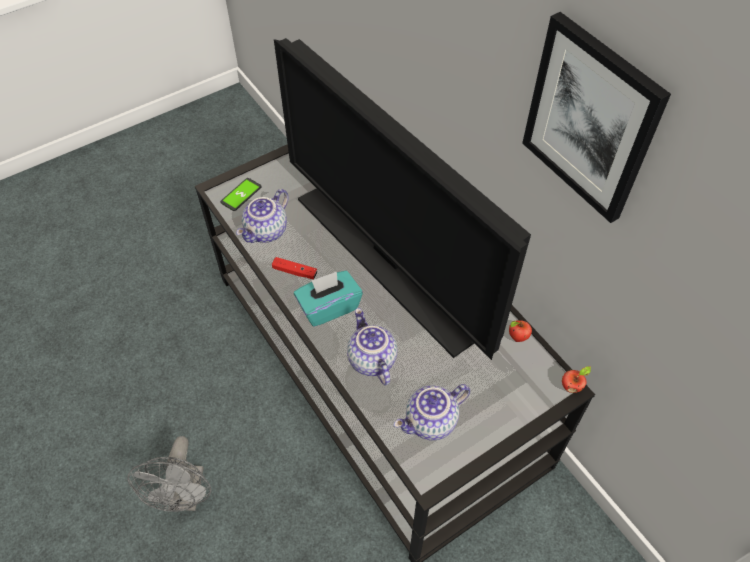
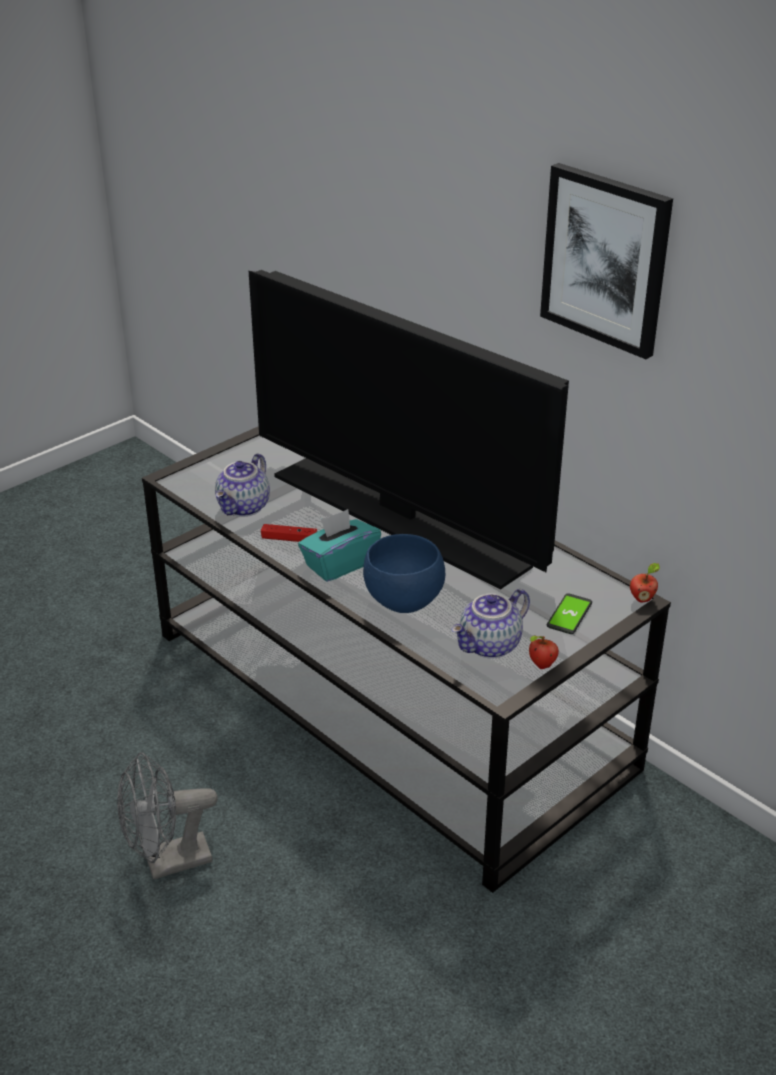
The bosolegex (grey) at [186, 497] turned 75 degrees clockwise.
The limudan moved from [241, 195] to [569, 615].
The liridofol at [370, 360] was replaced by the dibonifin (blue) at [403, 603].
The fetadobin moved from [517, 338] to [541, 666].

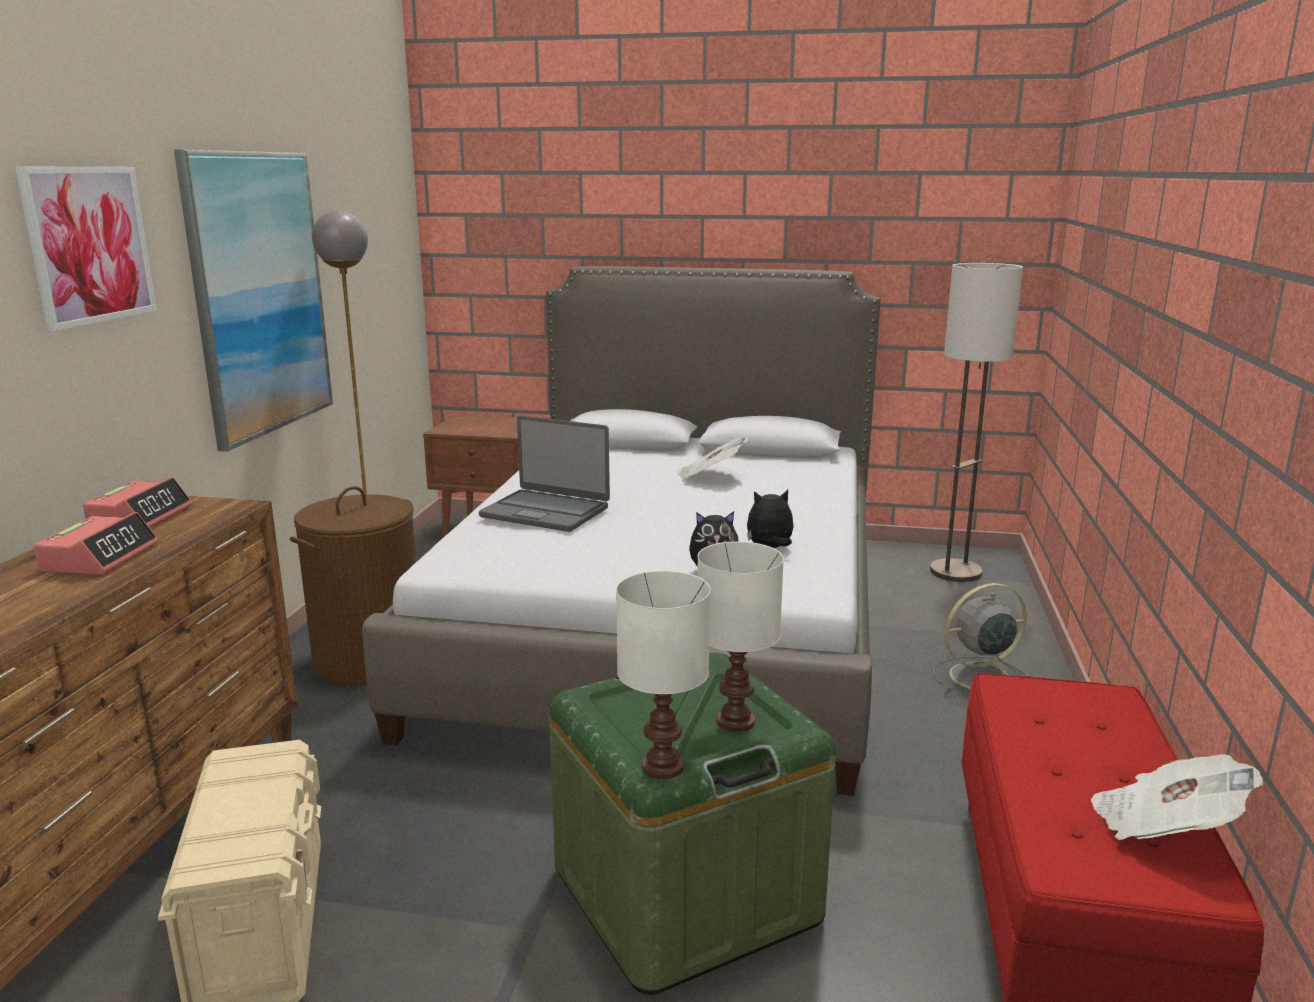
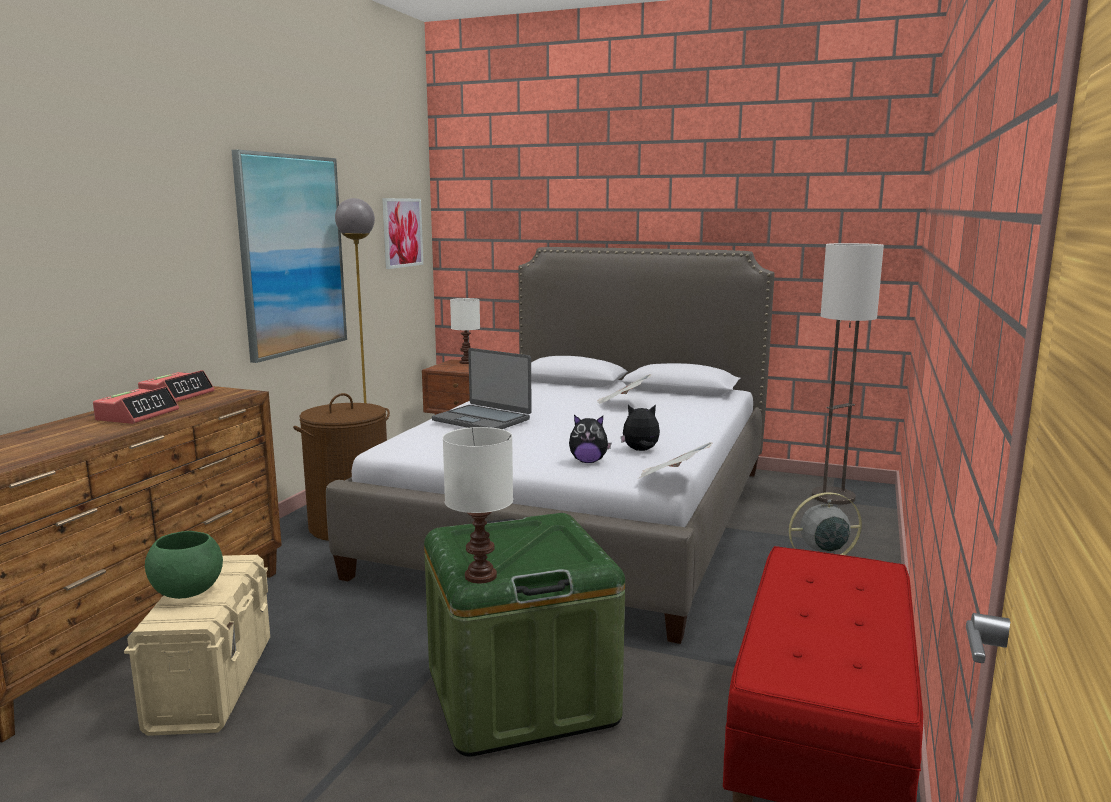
The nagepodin moved from [89, 245] to [402, 232].
The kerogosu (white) moved from [734, 721] to [465, 362].
The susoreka moved from [1164, 827] to [672, 480].
The dibonifin (green) at [187, 592] appeared.

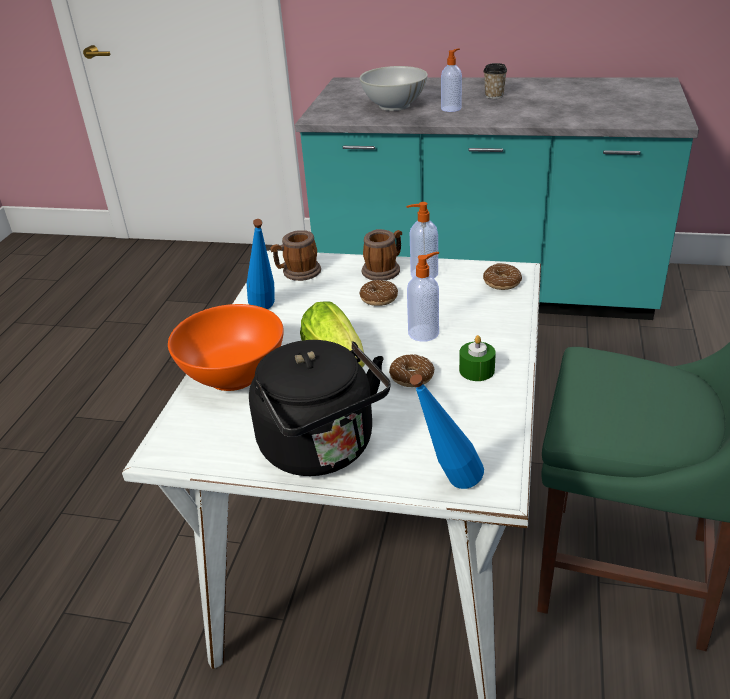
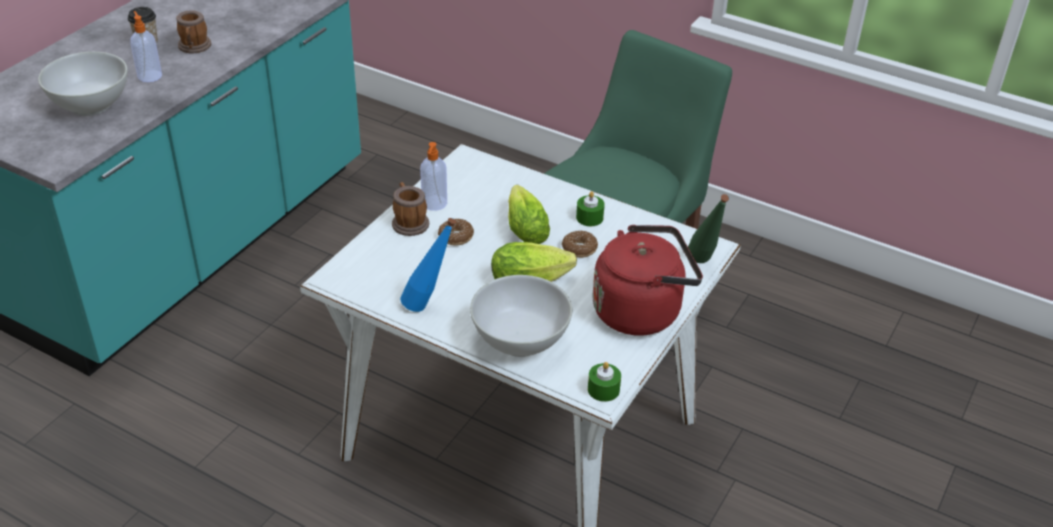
The dibonifin (orange) at [233, 376] became the dibonifin (white) at [521, 341].
The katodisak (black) at [322, 450] became the katodisak (red) at [641, 311].
The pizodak moved from [297, 273] to [194, 47].
The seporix at [424, 332] was replaced by the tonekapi at [525, 227].
The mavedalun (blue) at [447, 486] became the mavedalun (green) at [703, 265].
The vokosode at [502, 282] disappeared.
The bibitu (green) at [603, 389] appeared.

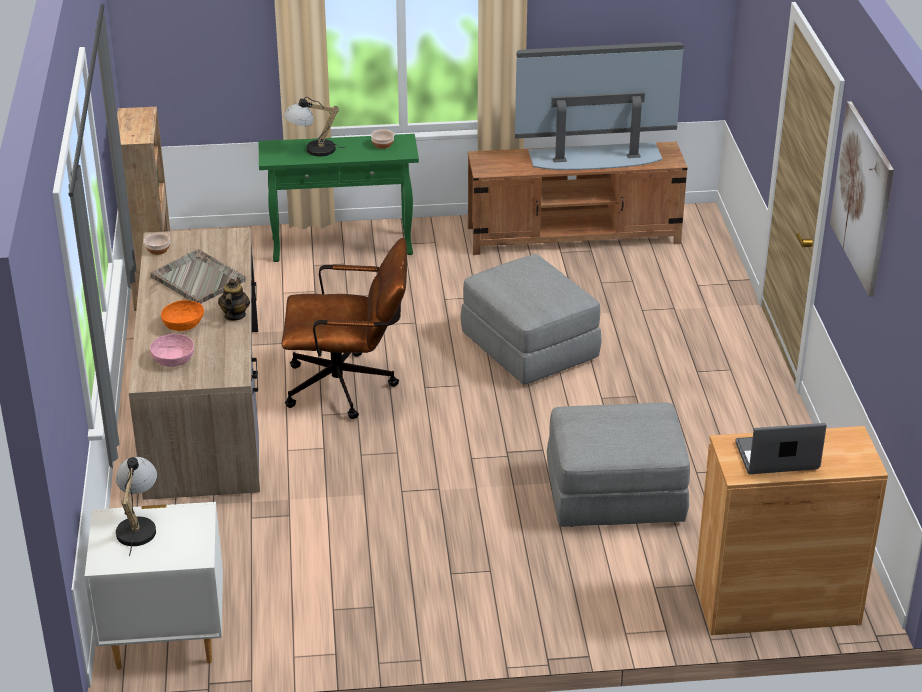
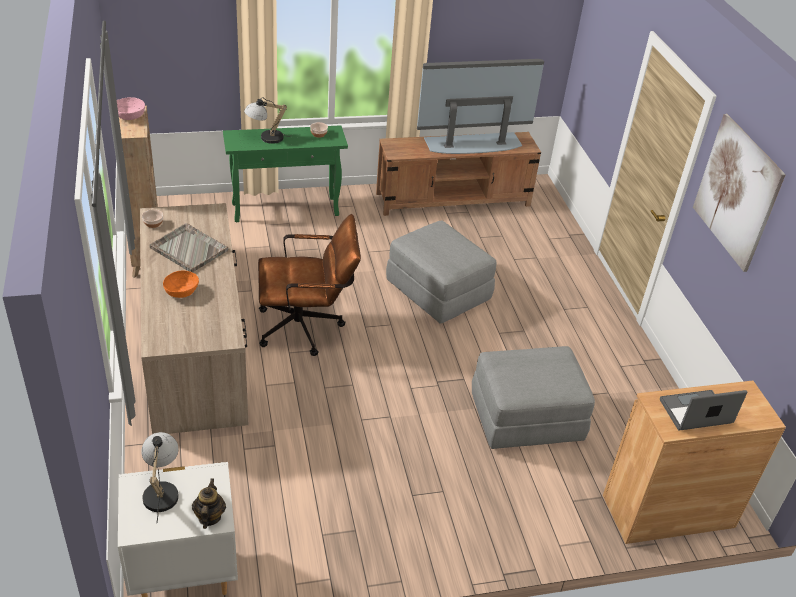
The dibonifin (pink) moved from [173, 360] to [129, 116].
The liridofol moved from [234, 315] to [209, 517].

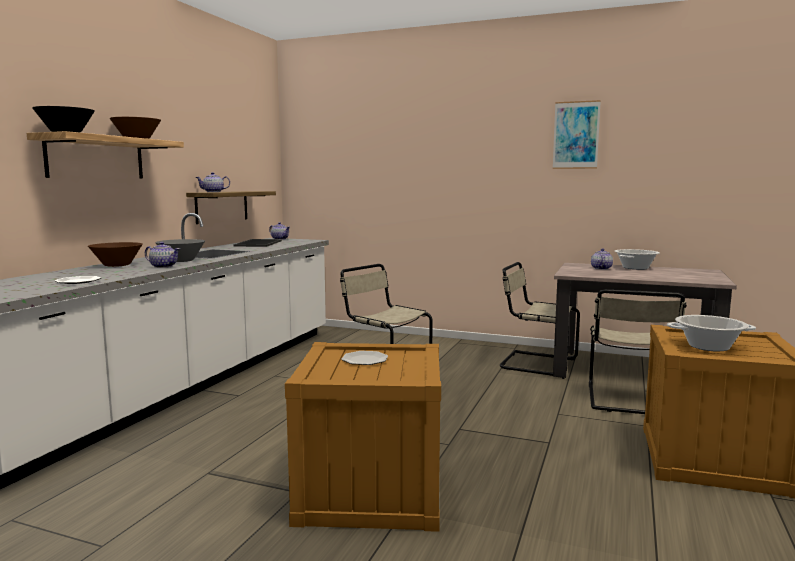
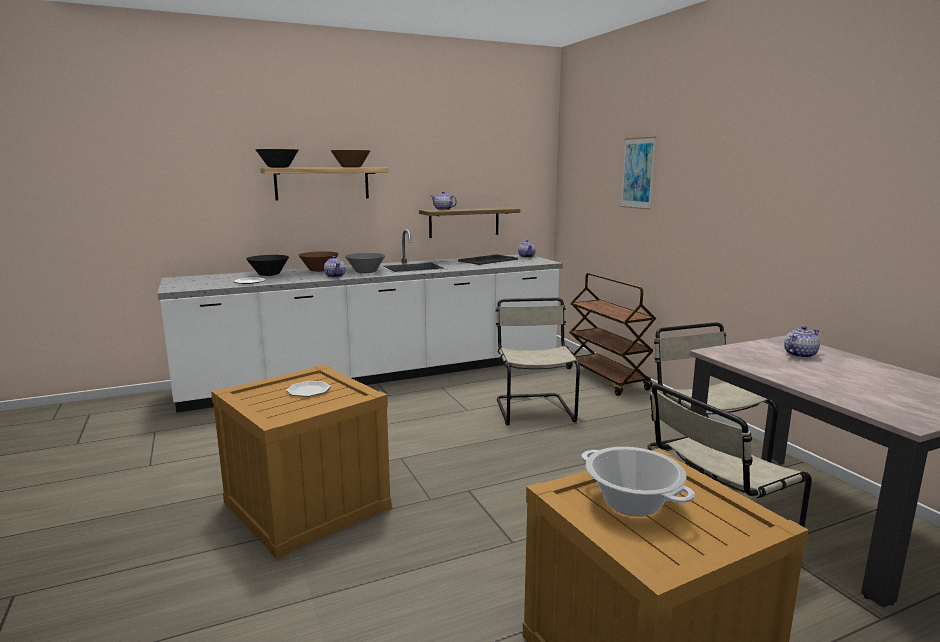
The nagepodin moved from [576, 135] to [638, 173].
The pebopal at [635, 268] disappeared.
The dibonifin (black) at [269, 274] appeared.
The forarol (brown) at [607, 379] appeared.

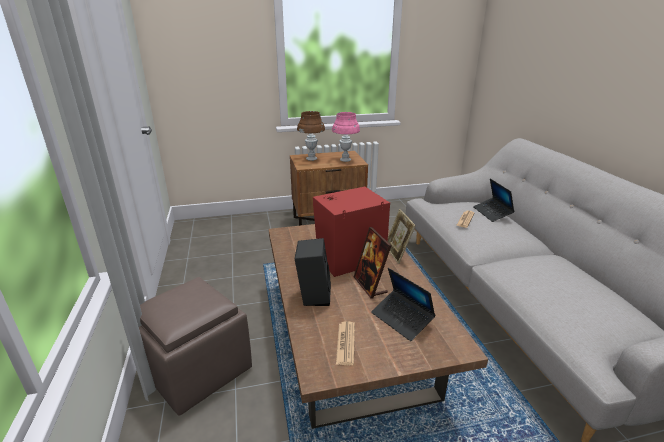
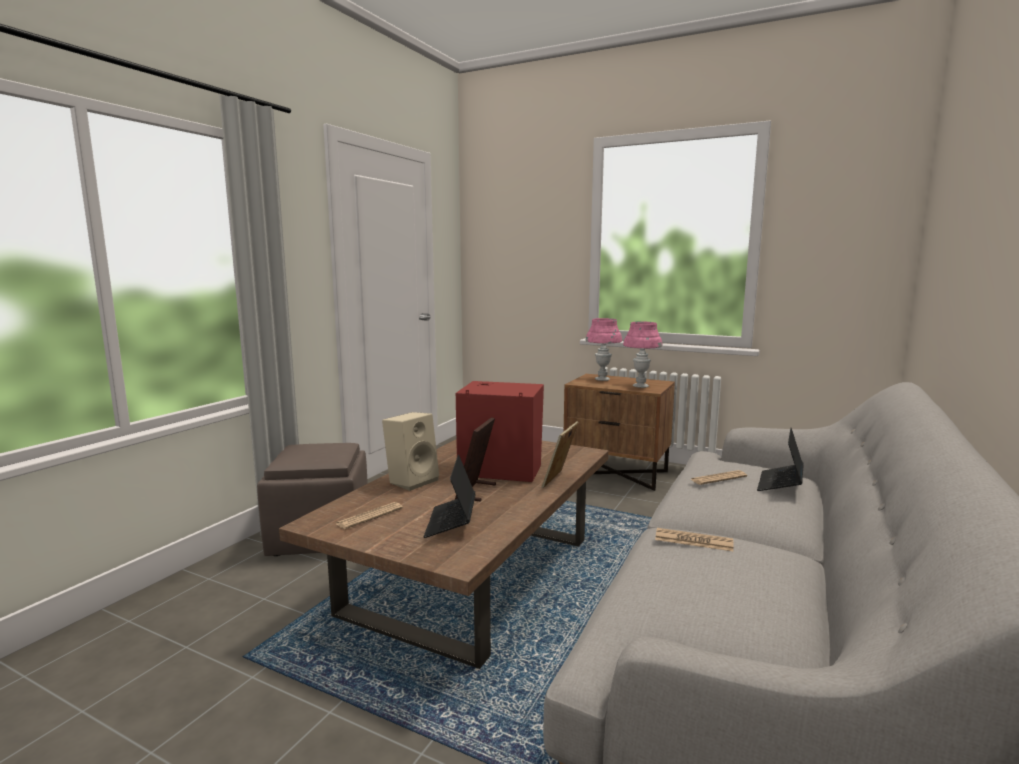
The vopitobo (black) at [313, 295] became the vopitobo (beige) at [412, 480].
The kerogosu (brown) at [311, 159] became the kerogosu (pink) at [602, 379].
The susoreka at [693, 541] appeared.

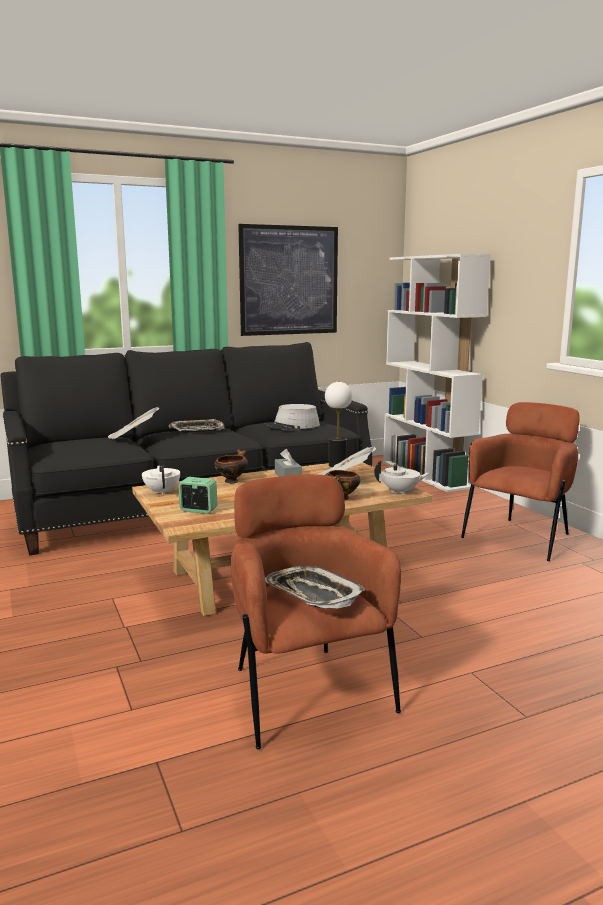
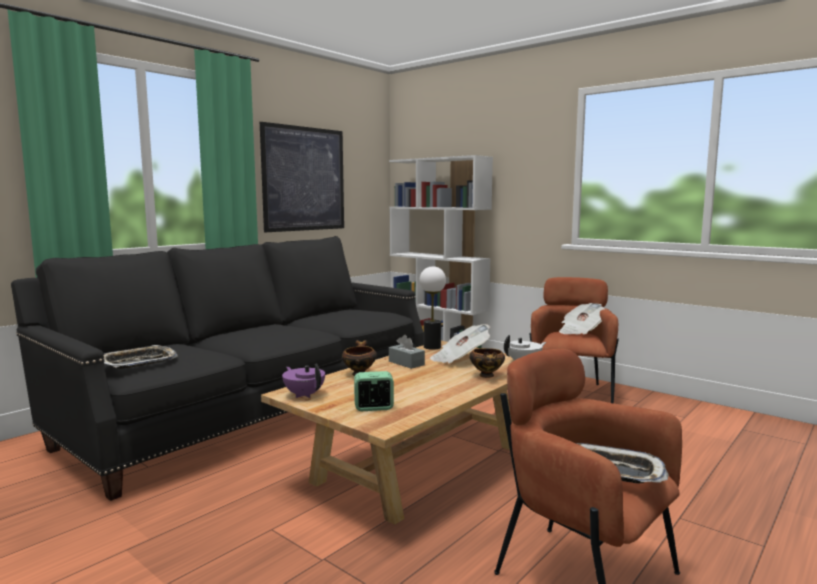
The susoreka moved from [133, 437] to [581, 331].
The liridofol (white) at [162, 492] became the liridofol (purple) at [304, 395].
The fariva moved from [197, 430] to [138, 362].
The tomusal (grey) at [292, 426] disappeared.

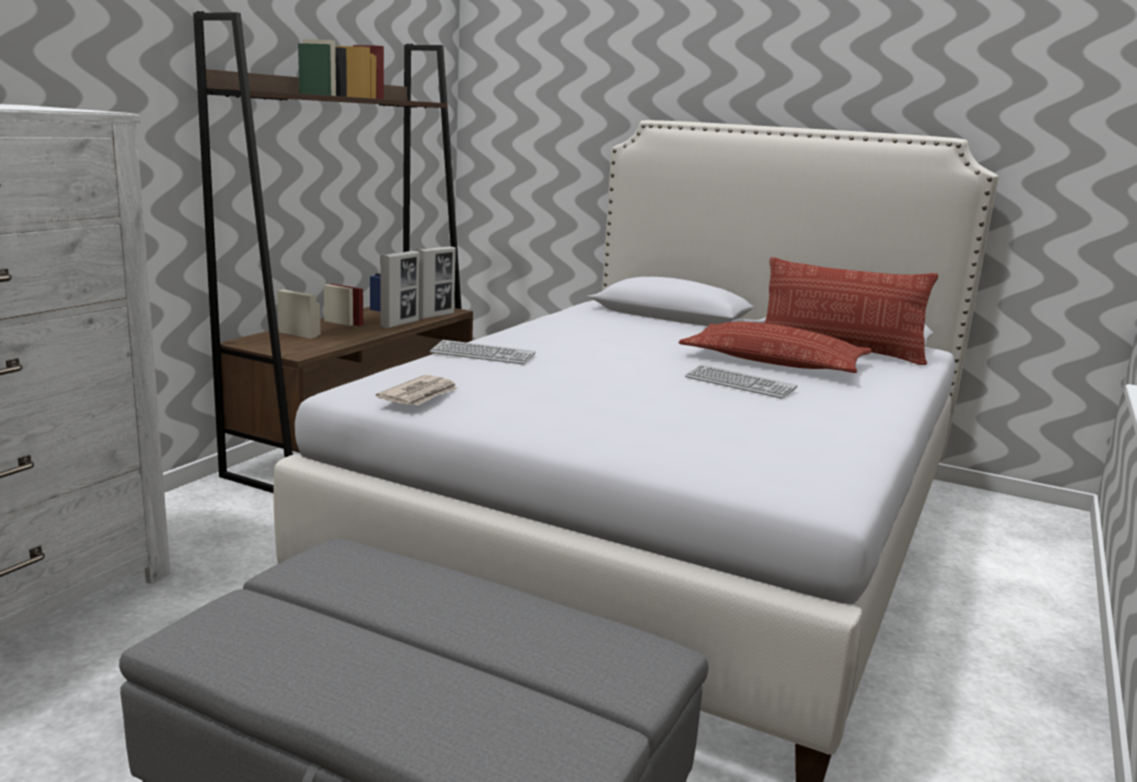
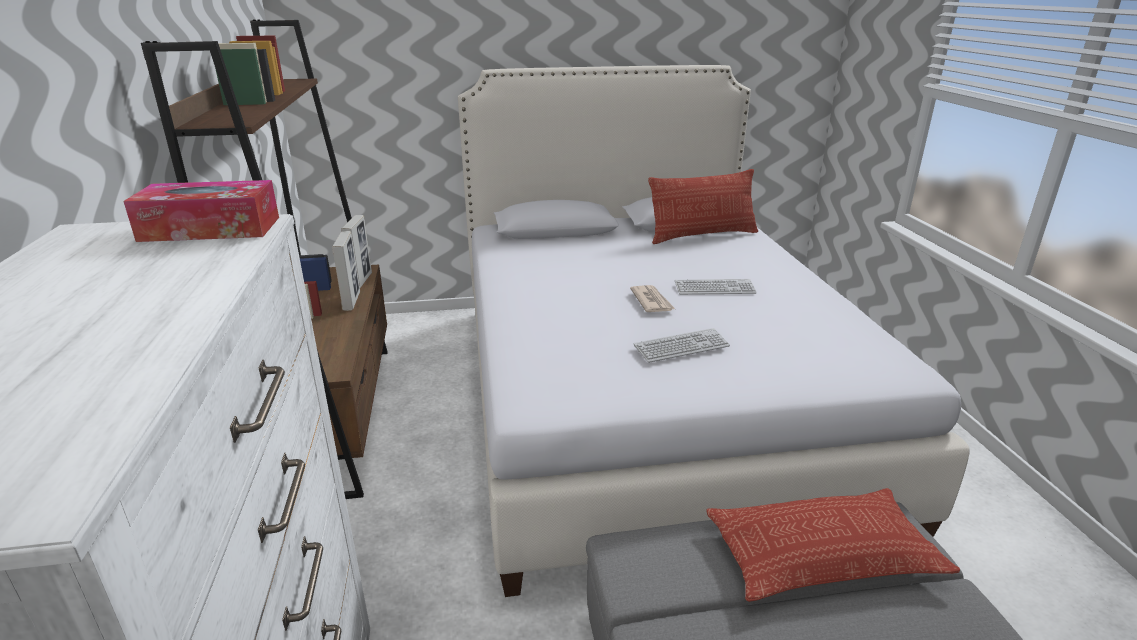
The susoreka moved from [420, 395] to [652, 301].
The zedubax moved from [482, 354] to [681, 347].
The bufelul moved from [774, 361] to [822, 553].
The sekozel at [211, 229] appeared.

